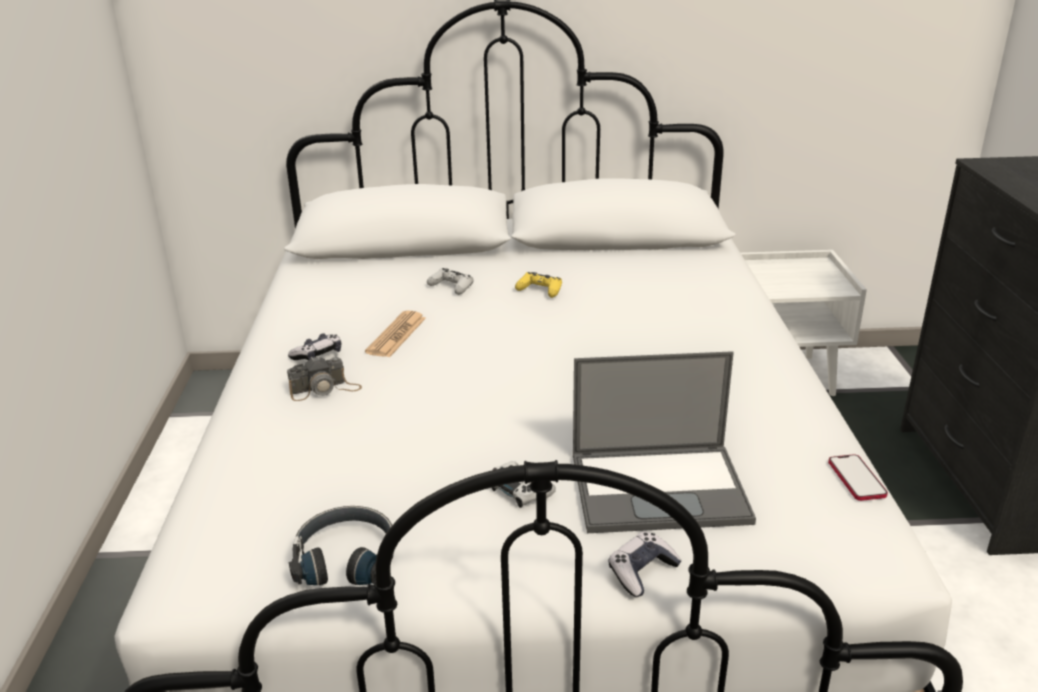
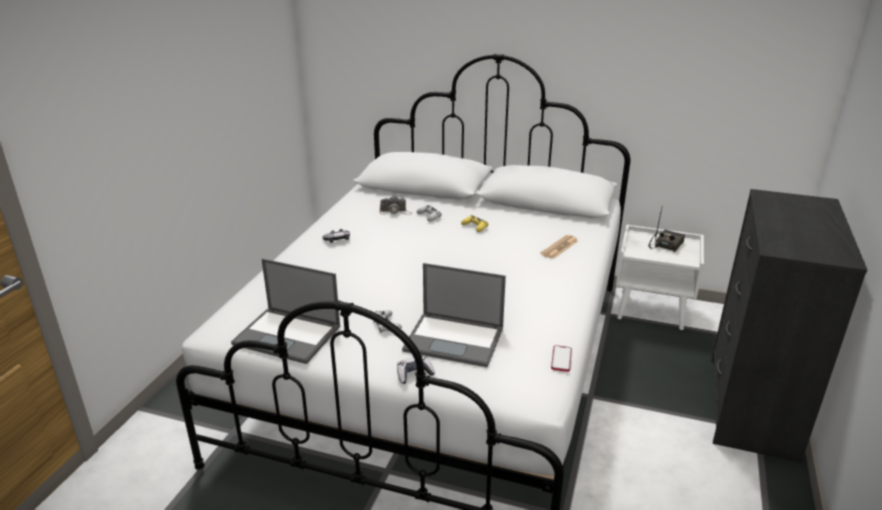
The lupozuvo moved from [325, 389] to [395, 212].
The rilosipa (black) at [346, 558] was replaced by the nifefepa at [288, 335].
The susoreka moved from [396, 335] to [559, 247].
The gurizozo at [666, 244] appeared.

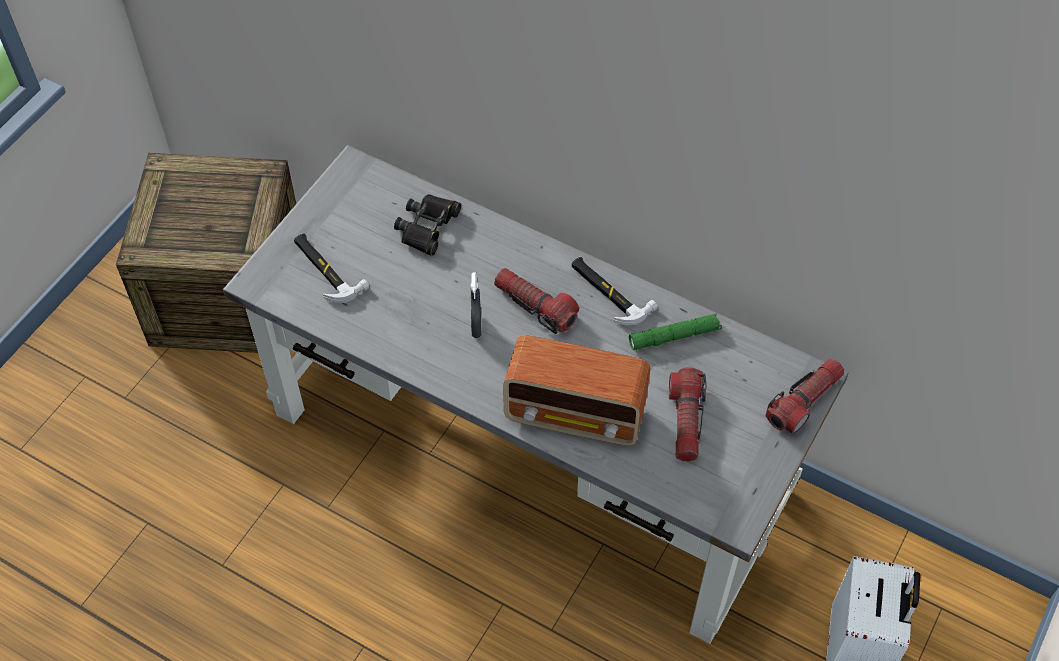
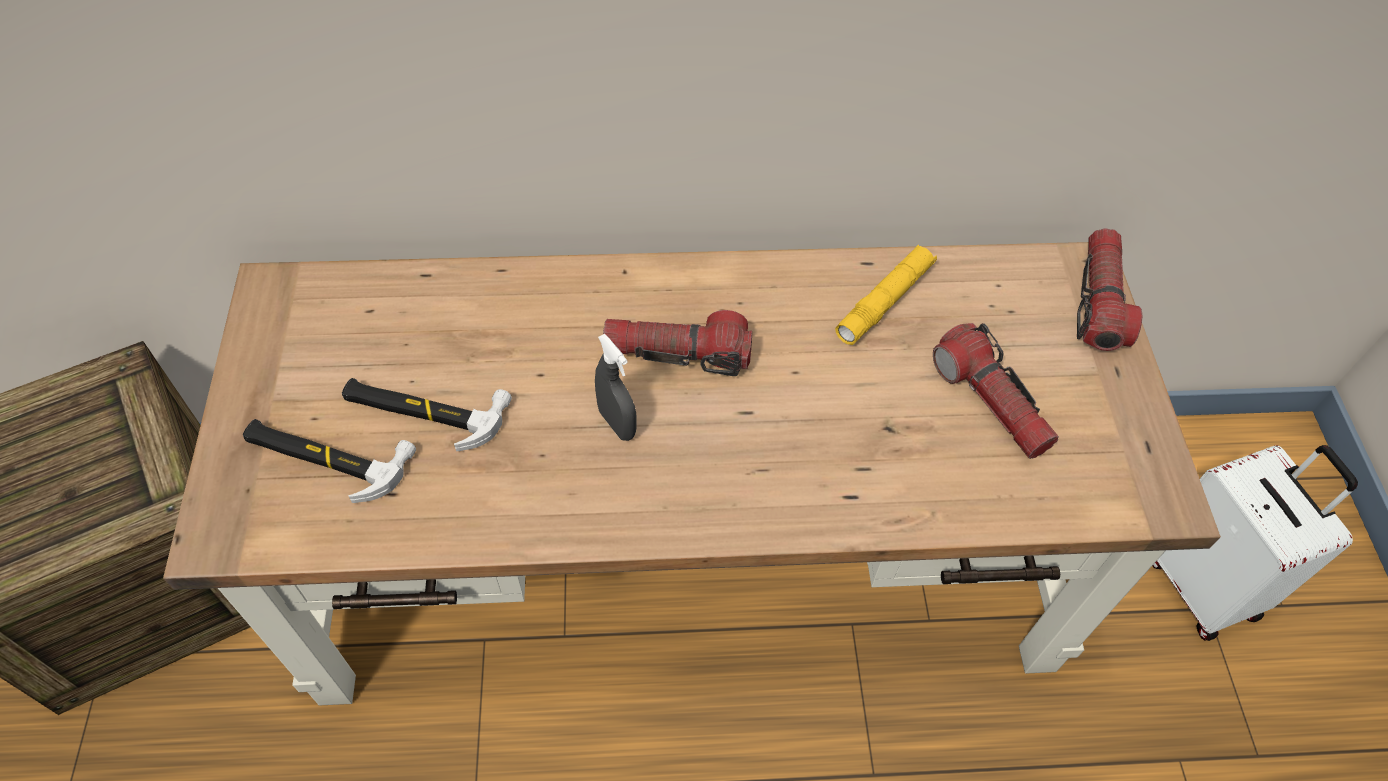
The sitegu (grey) at [532, 452] became the sitegu (brown) at [690, 559].
The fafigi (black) at [427, 227] disappeared.
The gurizozo at [576, 415] disappeared.
The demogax moved from [608, 292] to [424, 410].
The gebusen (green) at [674, 336] became the gebusen (yellow) at [884, 301].

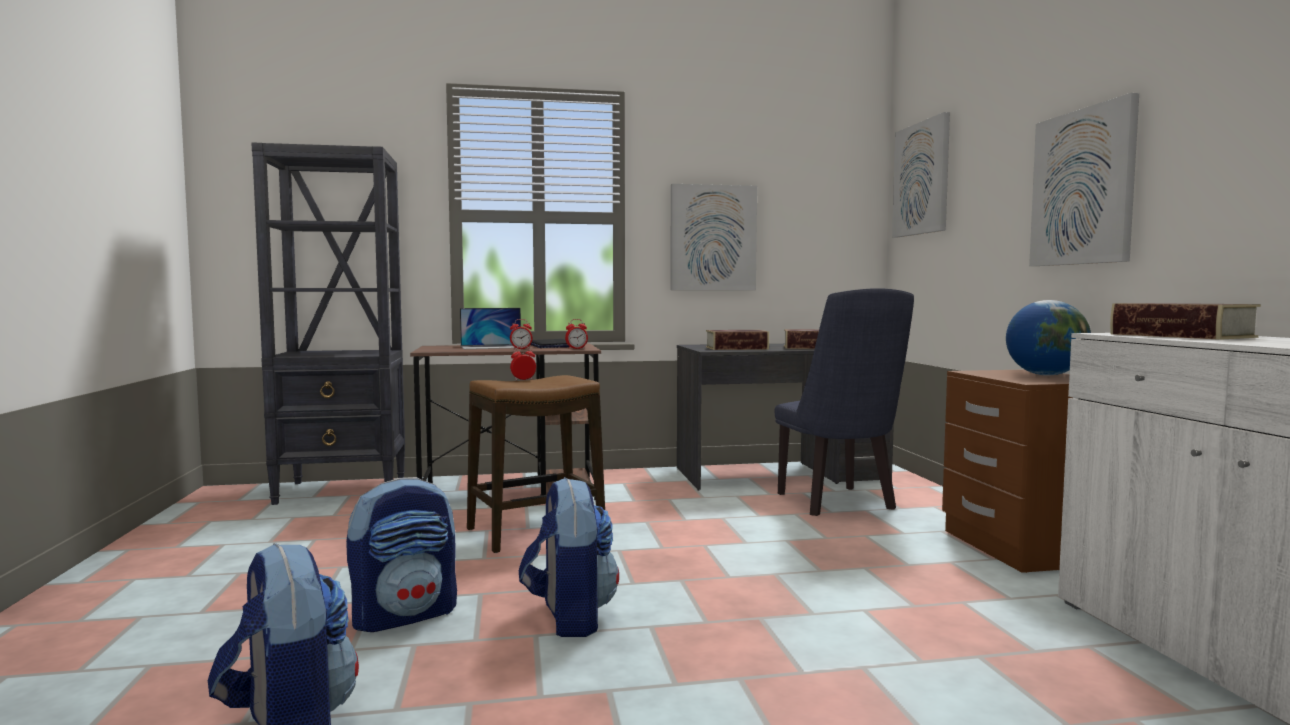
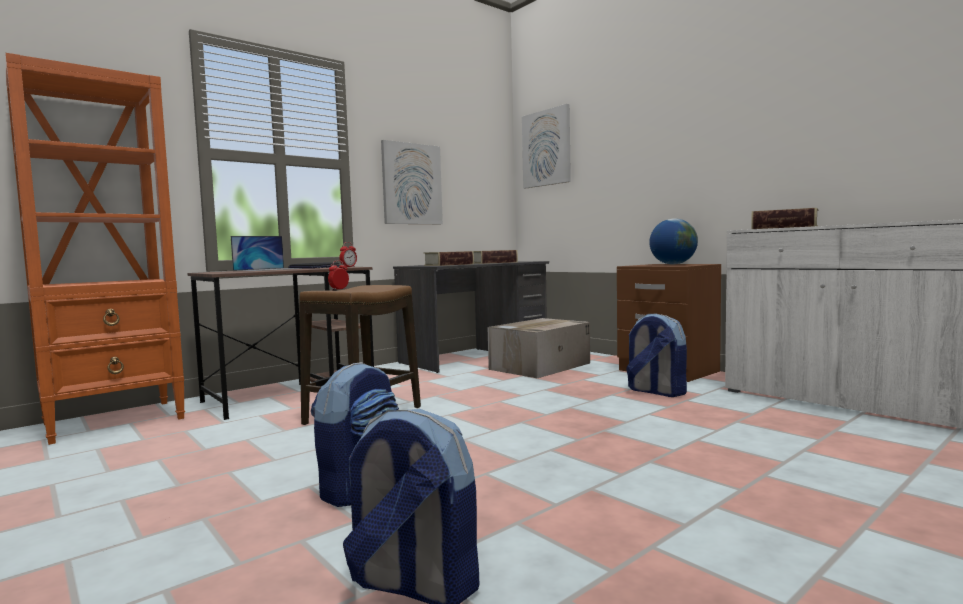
The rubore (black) at [343, 490] became the rubore (orange) at [116, 421].
The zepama at [521, 349] disappeared.
The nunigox moved from [569, 617] to [655, 391].
The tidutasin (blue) at [839, 504] was replaced by the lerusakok at [539, 366].
The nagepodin at [1083, 187] disappeared.

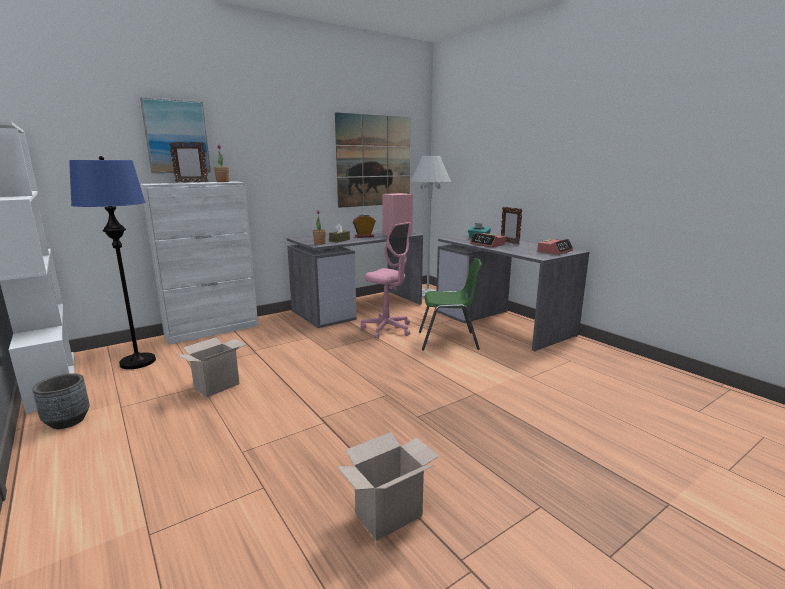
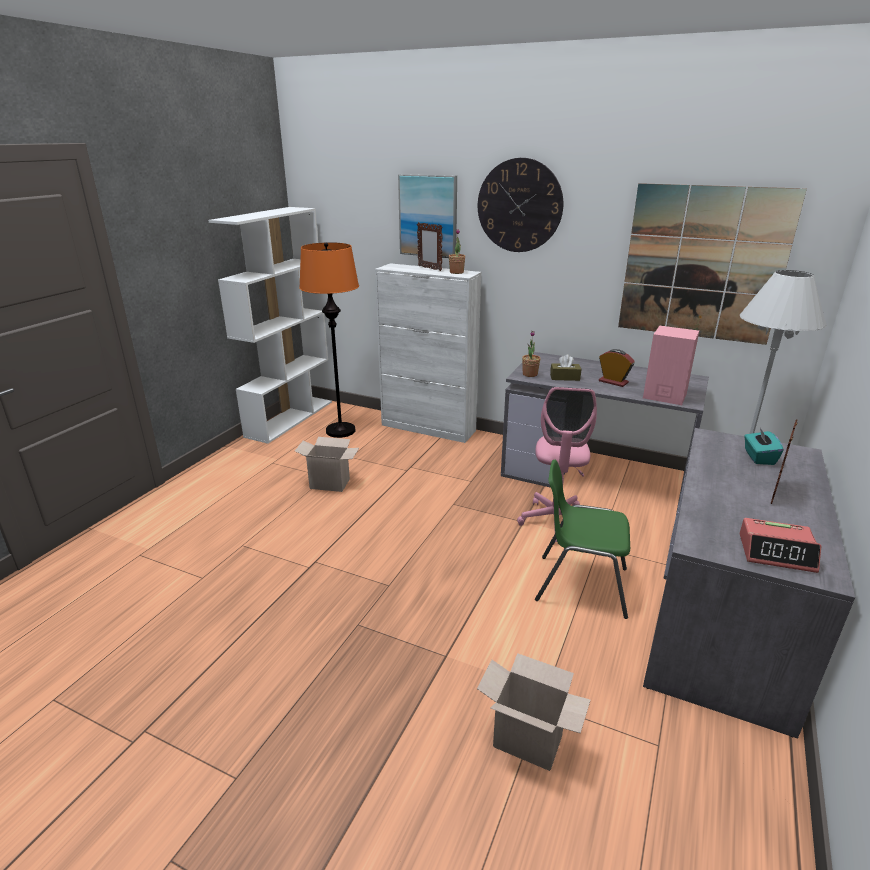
The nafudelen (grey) at [67, 421] disappeared.
The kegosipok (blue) at [138, 362] became the kegosipok (orange) at [341, 431].
The lerusakok moved from [389, 513] to [530, 740].
The tidutasin (green) at [449, 341] turned 135 degrees clockwise.
The zepama at [487, 244] disappeared.
The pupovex at [519, 206] appeared.

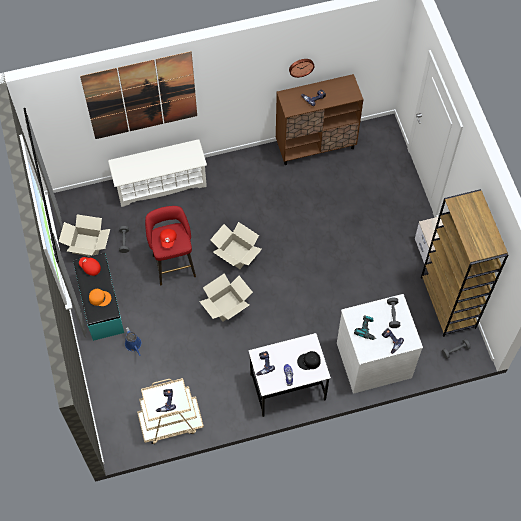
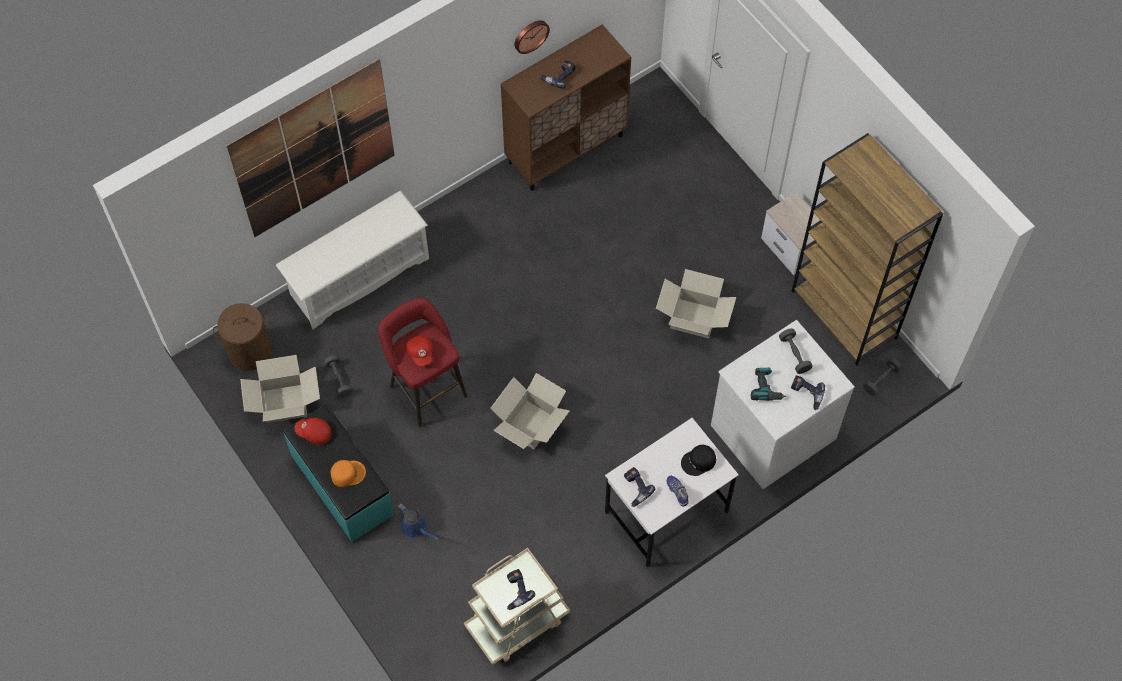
The lerusakok moved from [236, 254] to [693, 318].
The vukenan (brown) at [249, 352] appeared.

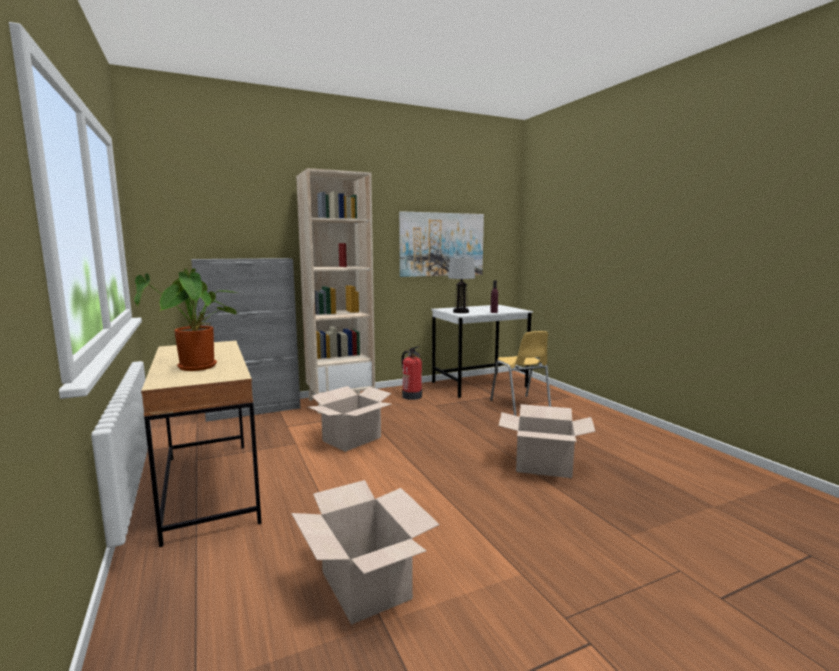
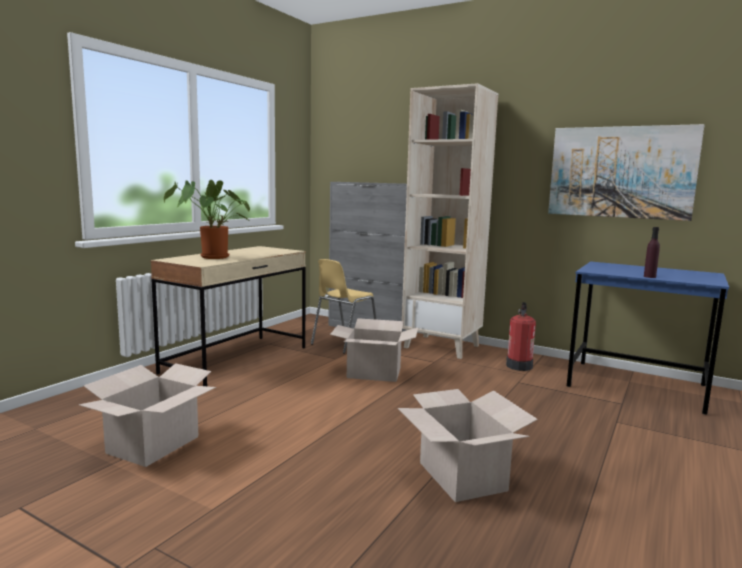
The sitegu (white) at [479, 385] became the sitegu (blue) at [637, 386].
The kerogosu at [461, 312] disappeared.
The tidutasin (yellow) moved from [520, 406] to [344, 343].

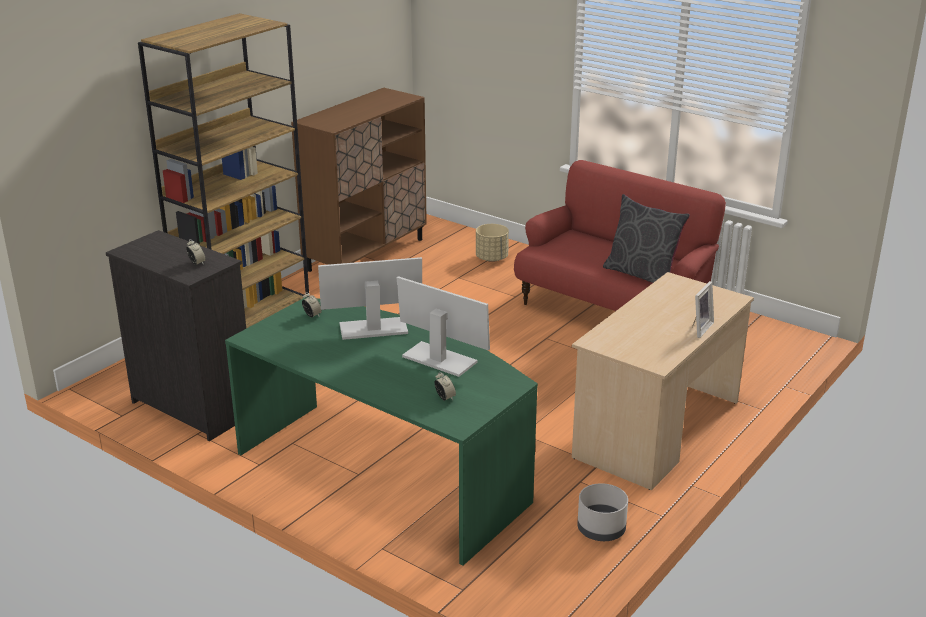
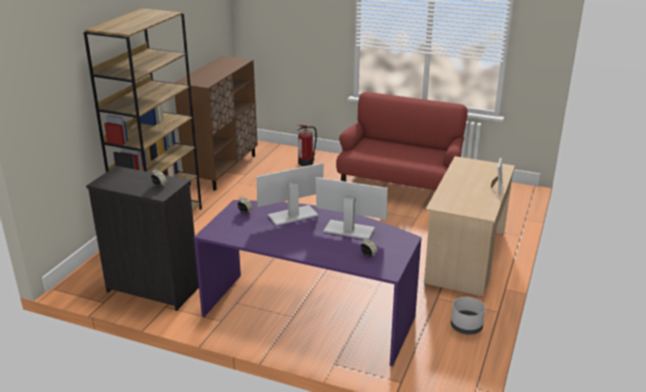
The sitegu (green) at [386, 473] became the sitegu (purple) at [311, 313].
The nafudelen (beige) at [492, 258] was replaced by the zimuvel at [306, 162].
The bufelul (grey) at [642, 274] disappeared.

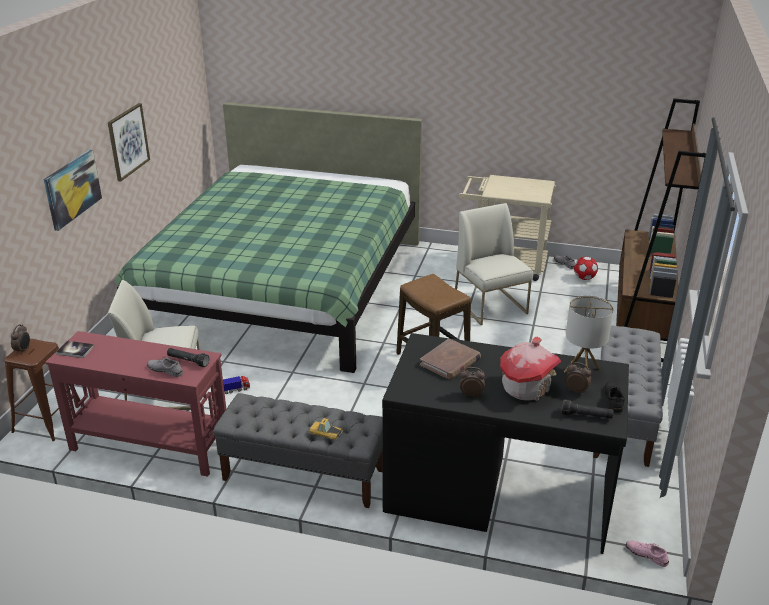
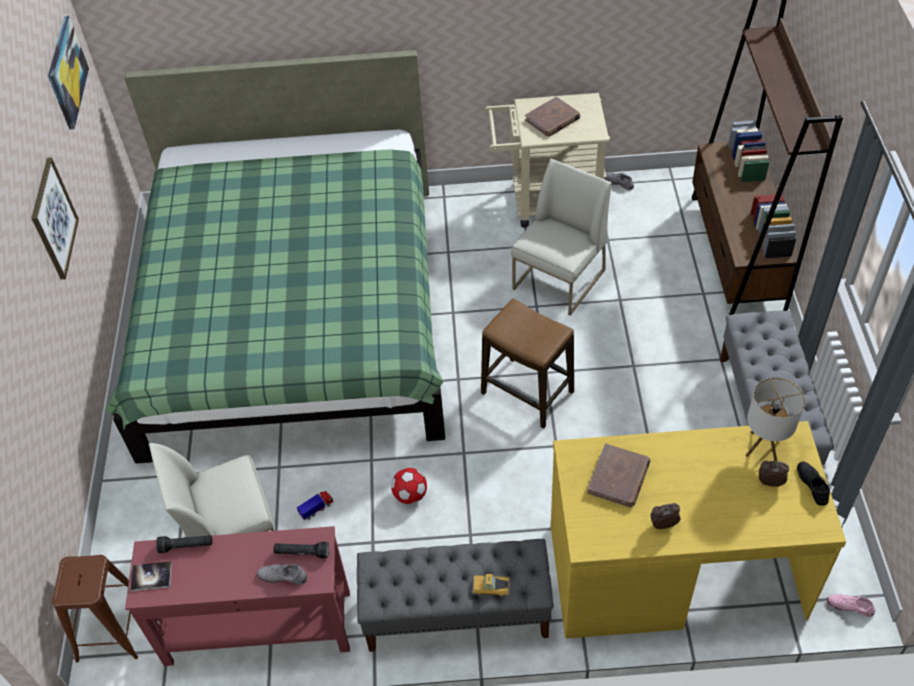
The zepama at [23, 350] disappeared.
The nagepodin moved from [72, 189] to [66, 72].
The sitegu (black) at [497, 491] became the sitegu (yellow) at [674, 569].
The tidutasin (white) at [491, 305] turned 75 degrees clockwise.
The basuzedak at [526, 387] disappeared.
The gebusen (black) moved from [586, 416] to [186, 546].
The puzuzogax moved from [584, 278] to [410, 495].
The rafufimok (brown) at [552, 119] appeared.

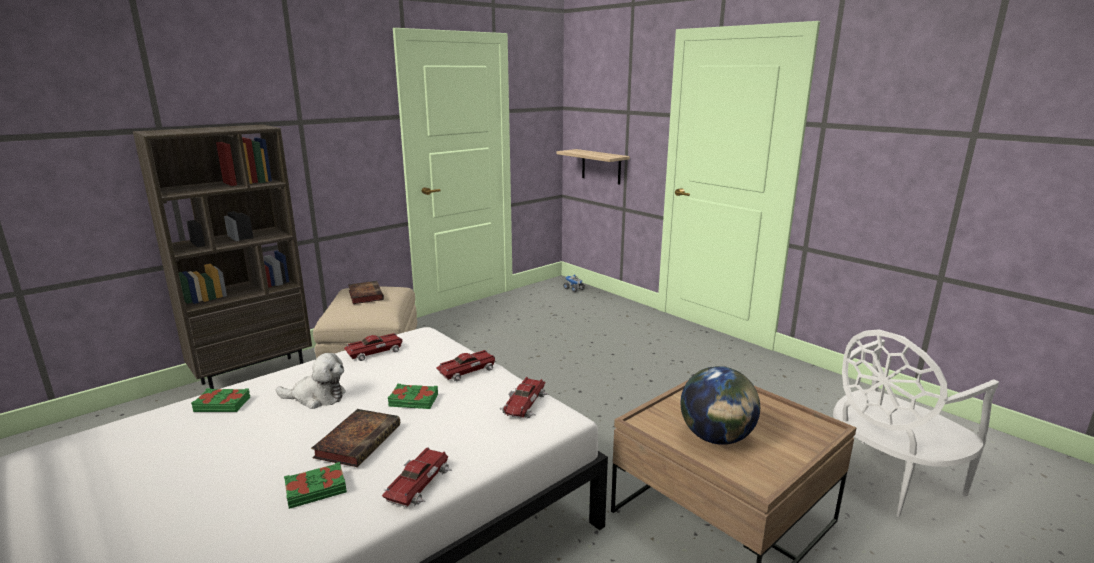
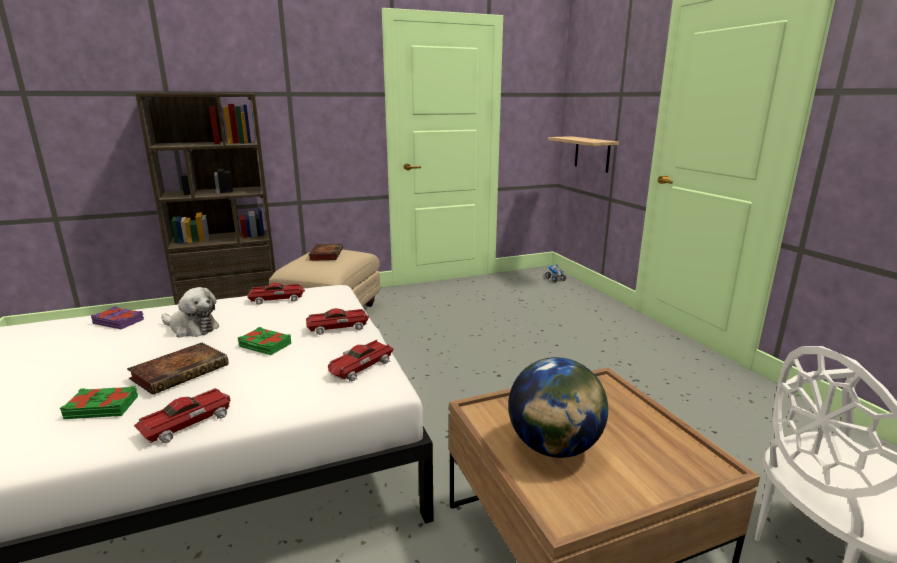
The rafufimok (green) at [222, 404] became the rafufimok (purple) at [119, 321].

